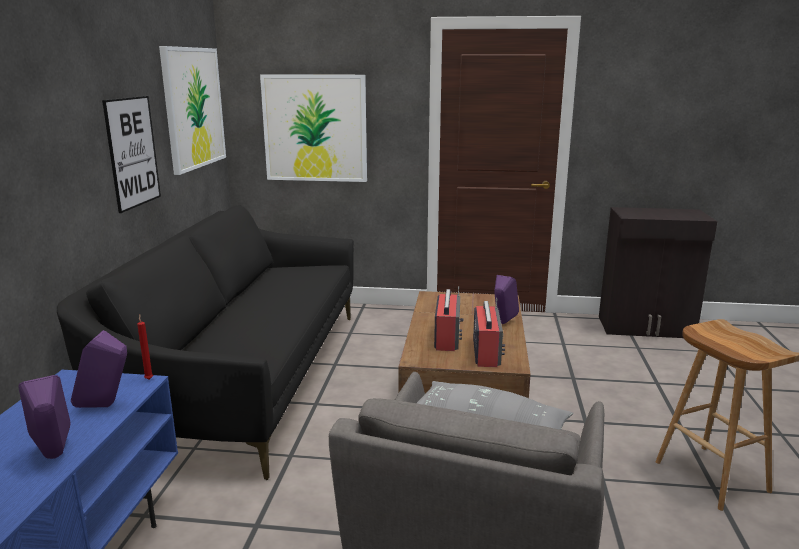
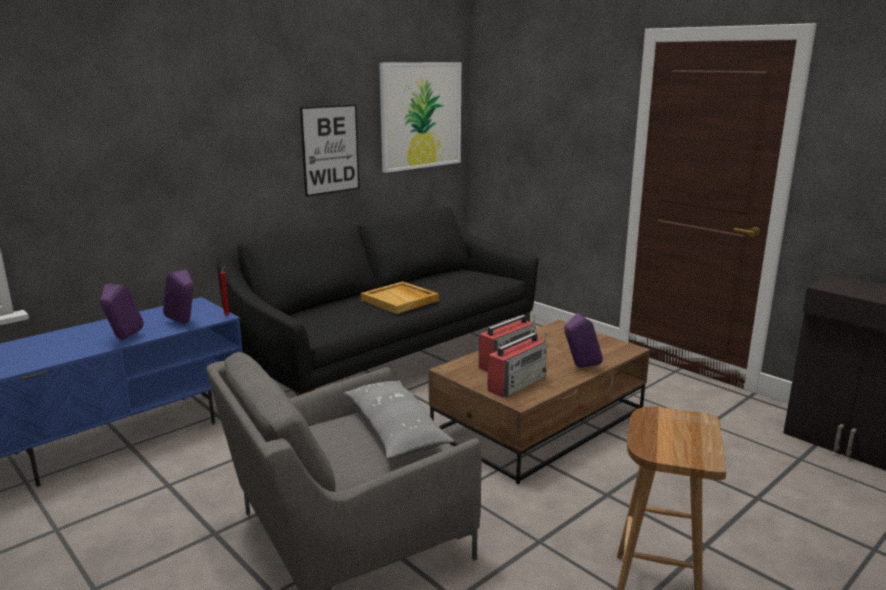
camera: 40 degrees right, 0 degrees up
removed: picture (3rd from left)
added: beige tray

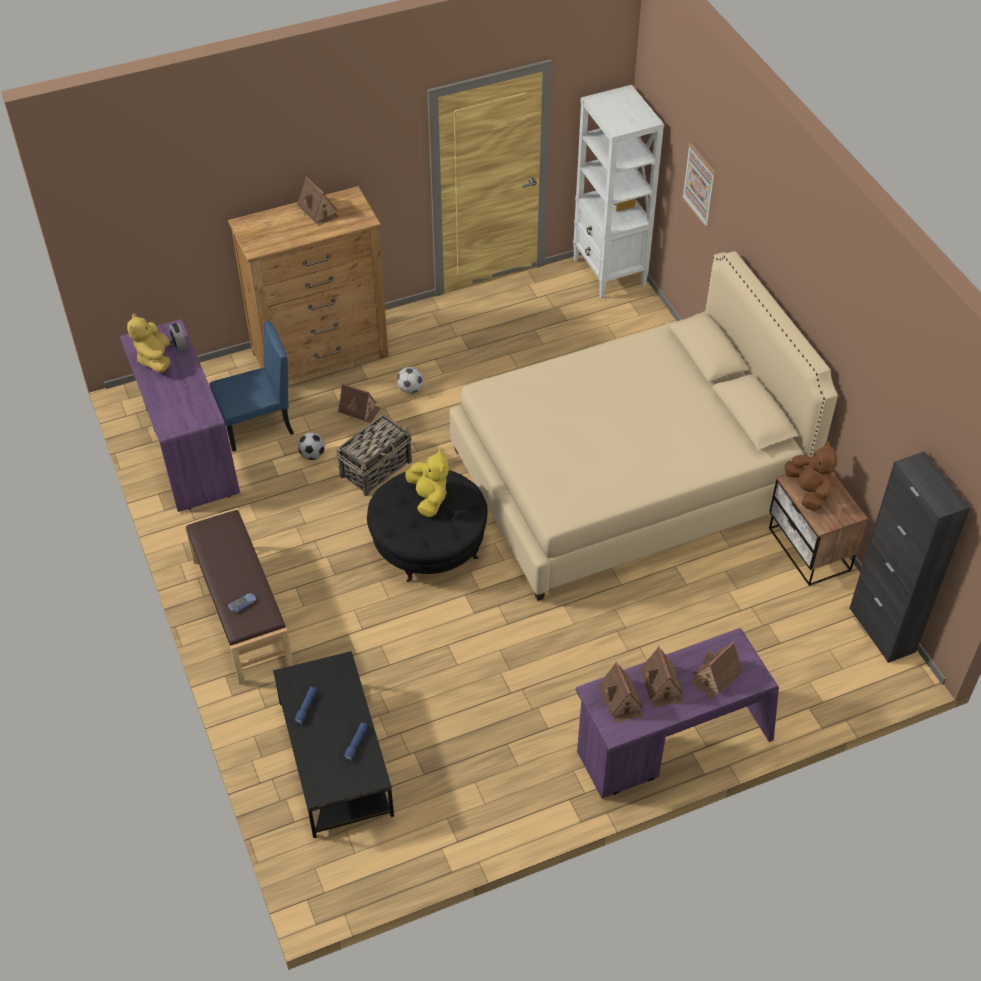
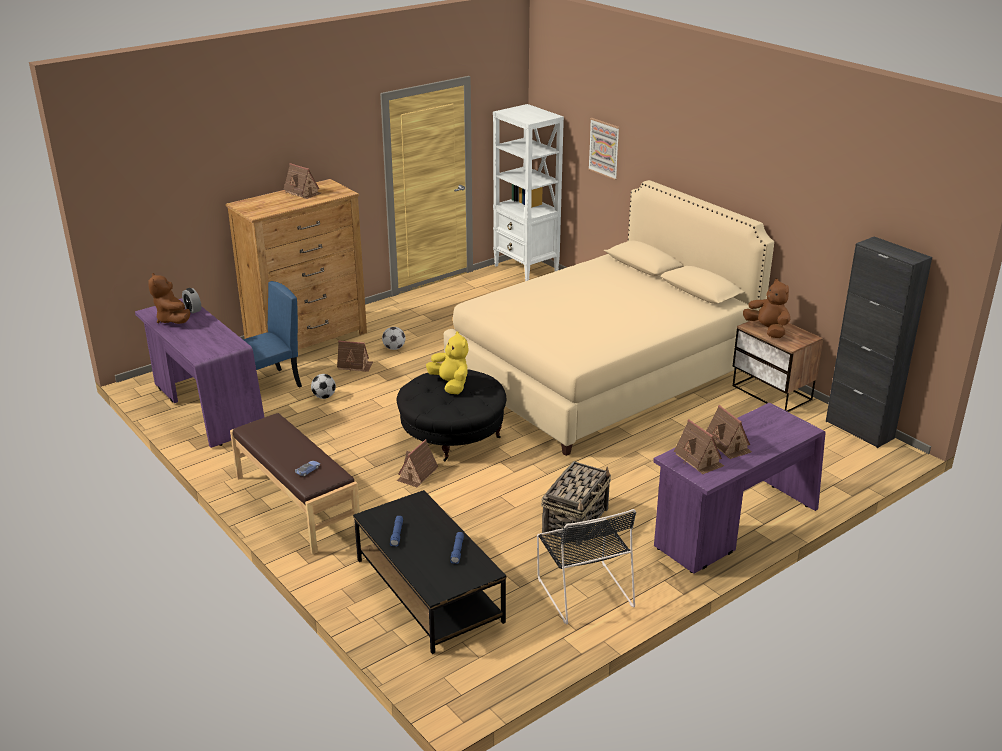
camera: 15 degrees left, 20 degrees down
added: black chair
moved: toy house (5th from left in the first image) to toy house (3rd from left); basket
recoloured: yellow plush toy (1st from left) to brown plush toy (1st from left)

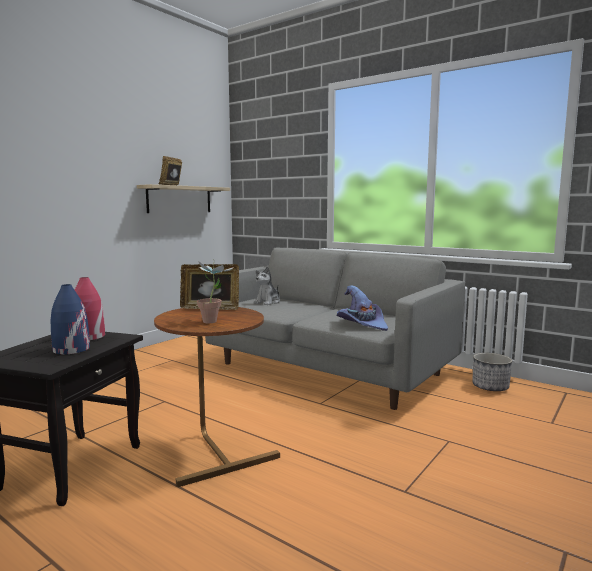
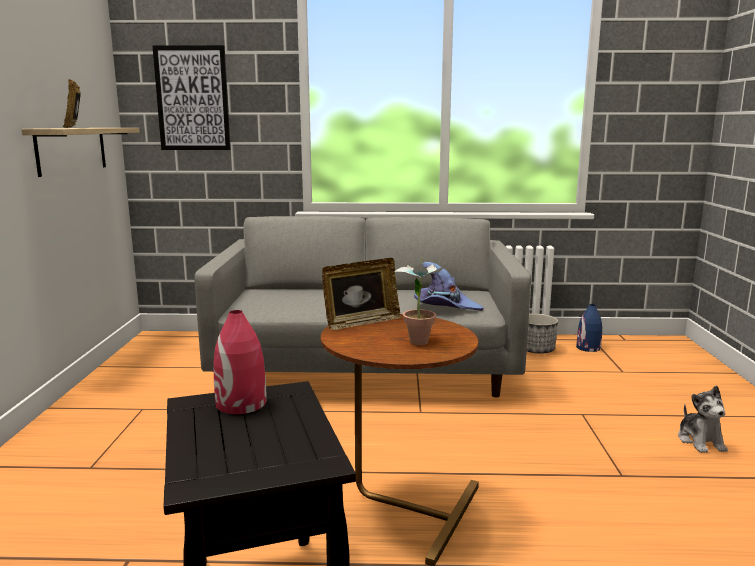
camera: 35 degrees left, 5 degrees up
added: picture
moved: blue vase; plush toy

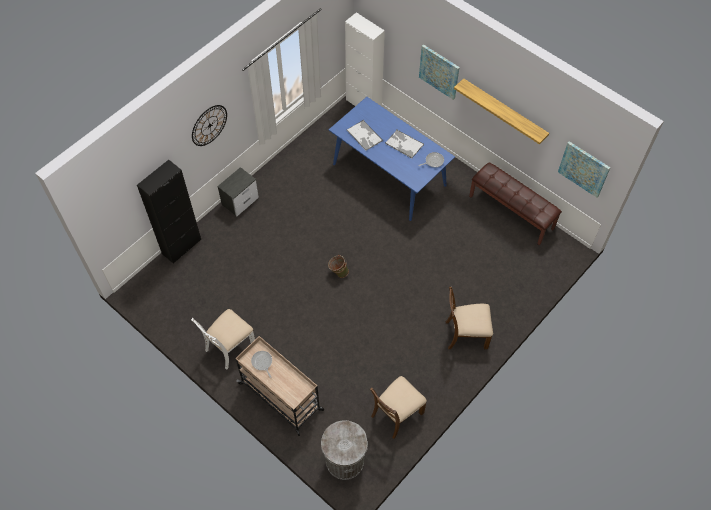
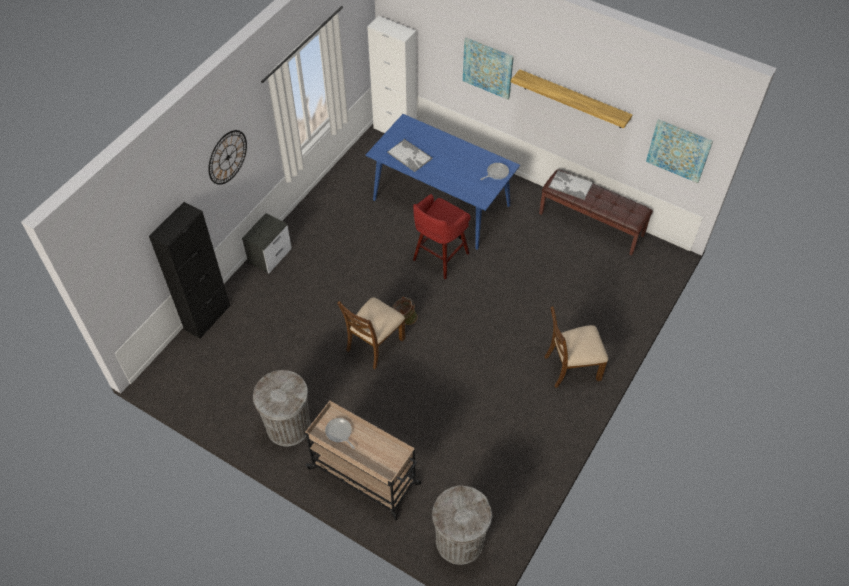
camera: 10 degrees left, 5 degrees down
added: red stool
moved: brown chair (1st from left); tray (2nd from left)
replaced: white chair to grey trash can (1st from left)

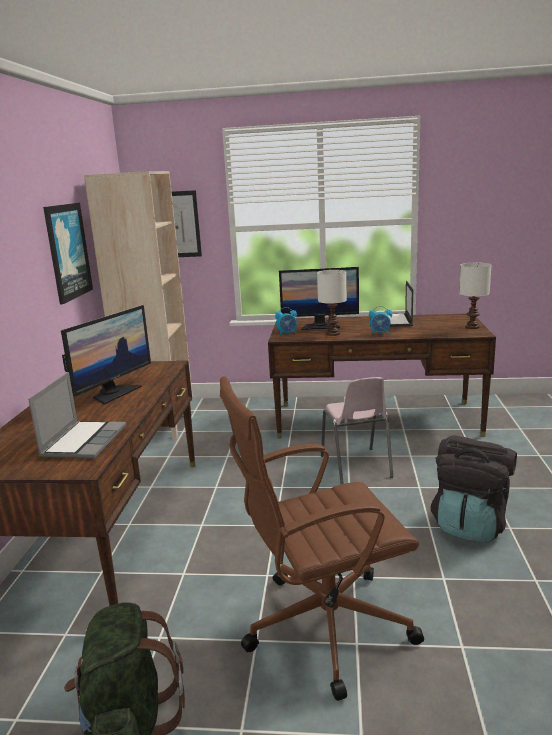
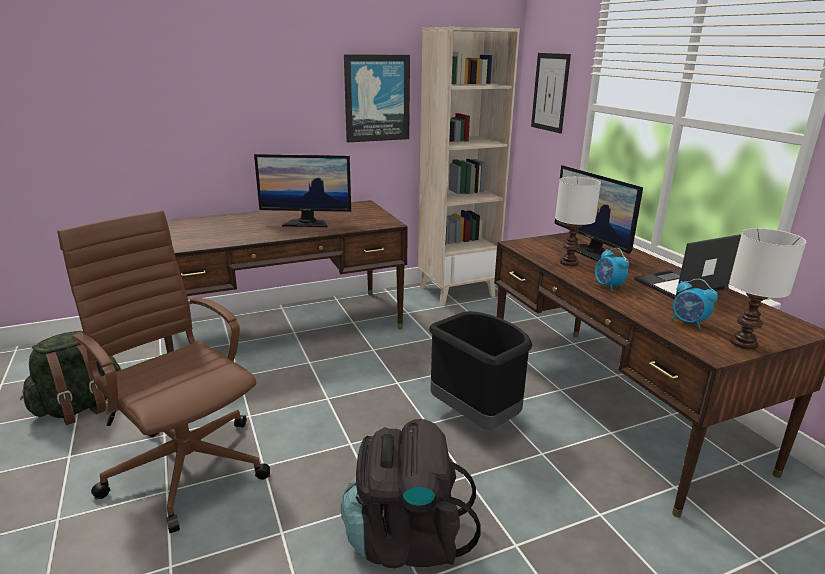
camera: 60 degrees right, 5 degrees up
removed: laptop (1st from left)
moved: alarm clock (1st from left in the first image) to alarm clock (2nd from left)
replaced: pink chair to black trash can

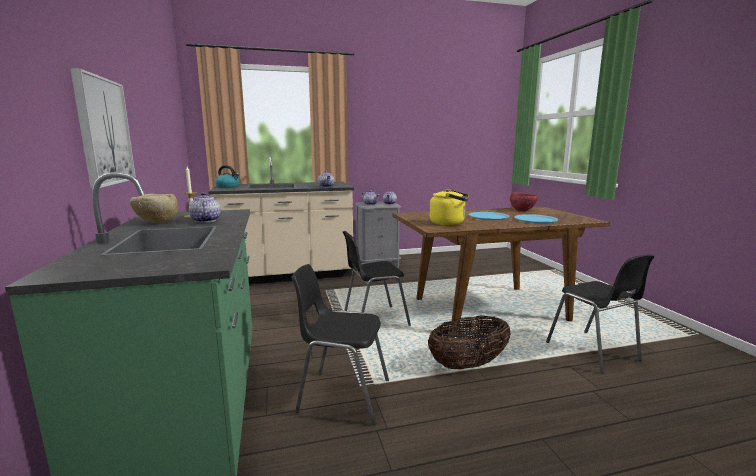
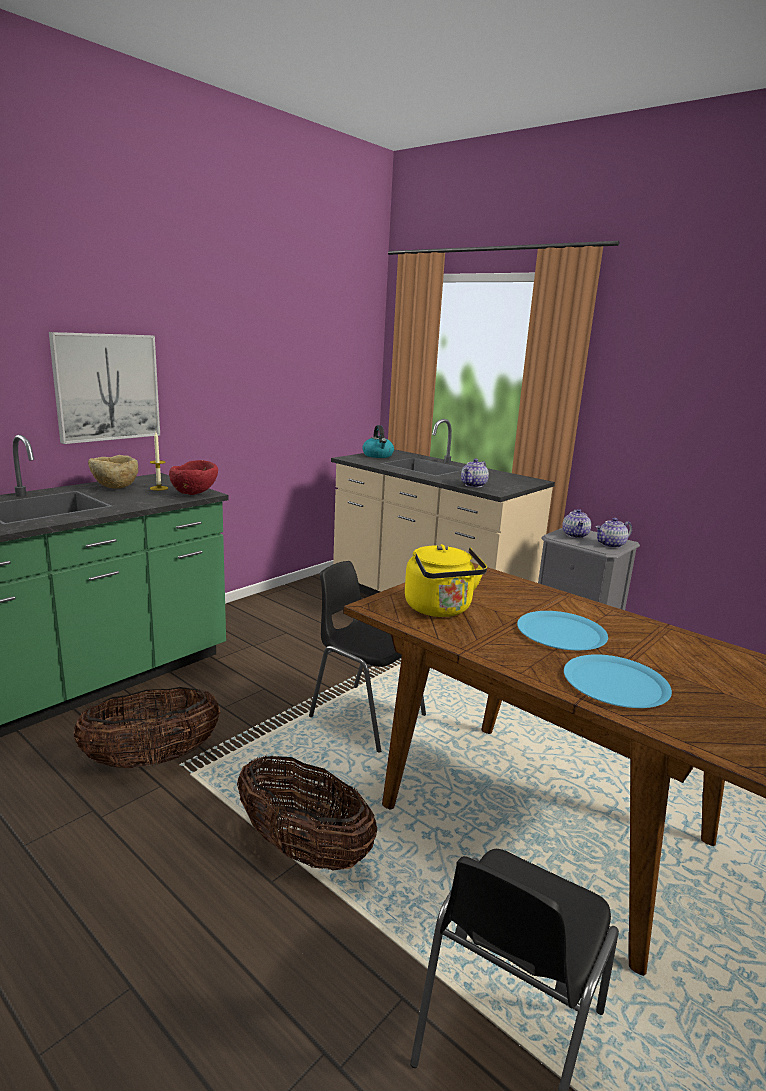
camera: 55 degrees right, 5 degrees up
removed: teapot (1st from left)
moved: red bowl
replaced: black chair (1st from left) to basket (1st from left)

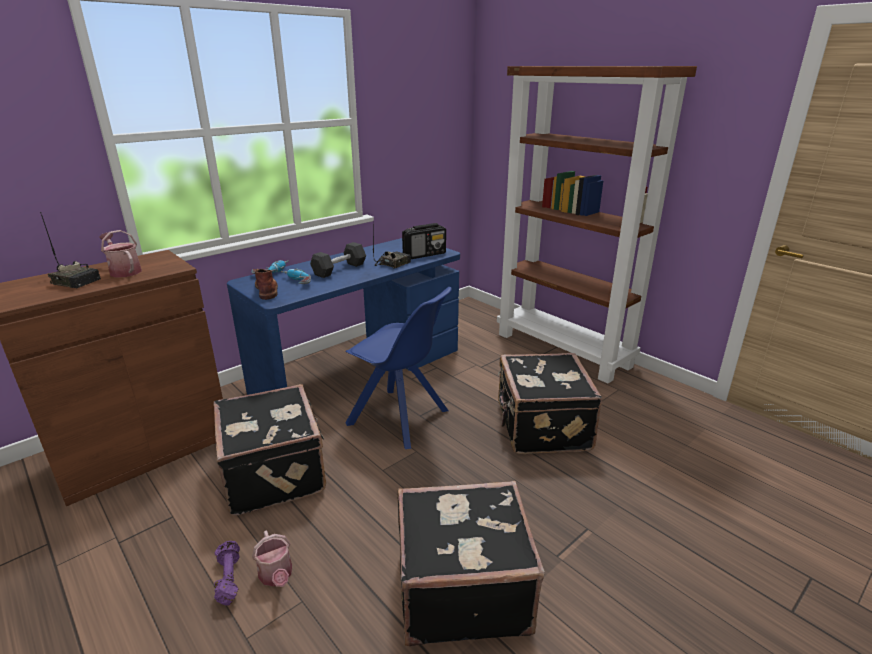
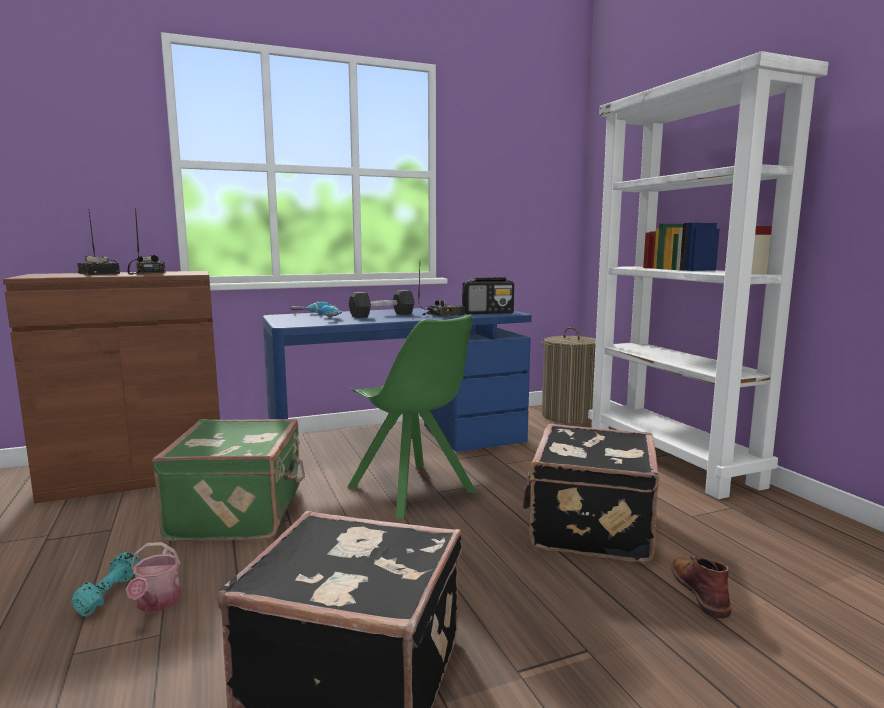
camera: 20 degrees right, 15 degrees down
added: laundry basket
moved: brown boot
replaced: watering can (1st from left) to radio (2nd from left)
recoloured: purple dumbbell to turquoise dumbbell; black suitcase (1st from left) to green suitcase; blue chair to green chair; brown bookcase to white bookcase

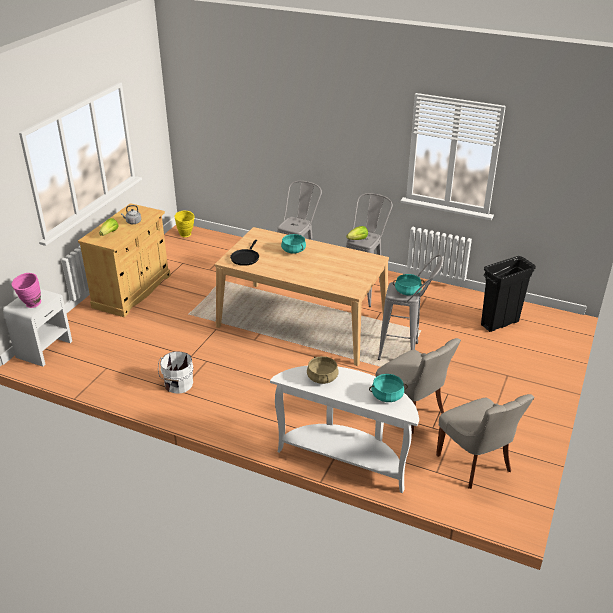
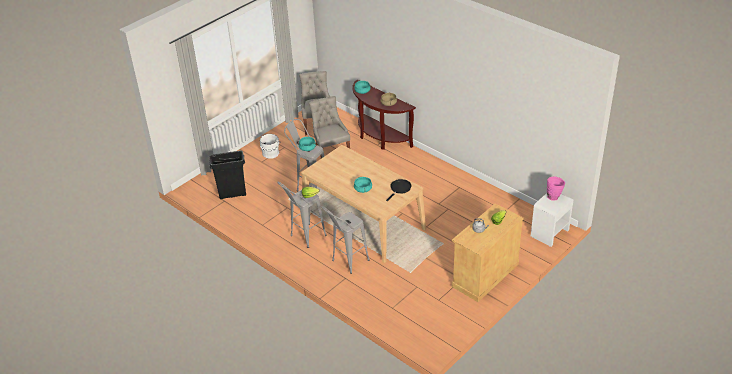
camera: 160 degrees left, 5 degrees up
removed: yellow vase
moved: white bucket
recoloured: white console table to brown console table

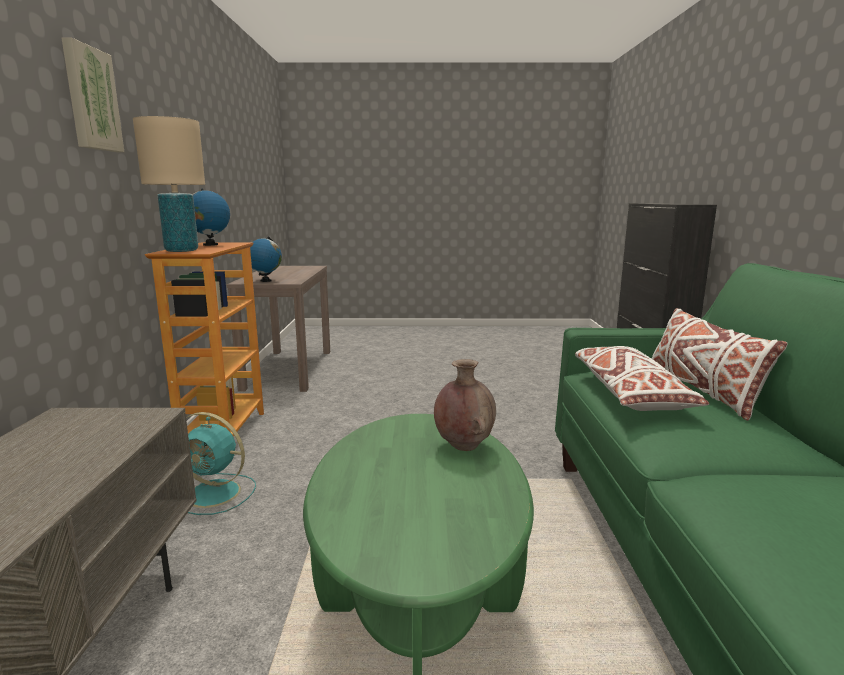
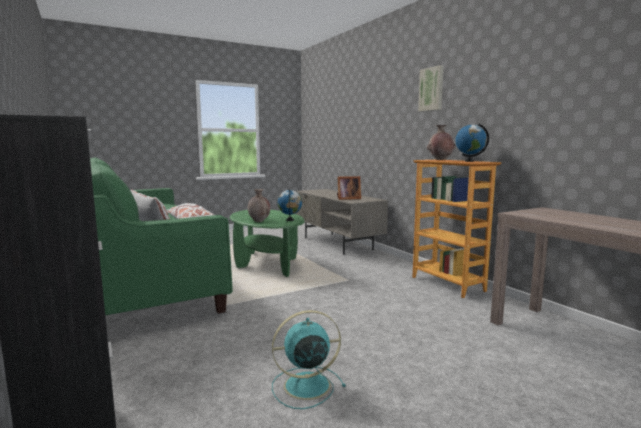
camera: 150 degrees right, 5 degrees down
added: picture frame
moved: turquoise fan; globe (2nd from left in the first image) to globe (1st from left)
replaced: beige table lamp to brown vase (2nd from left)

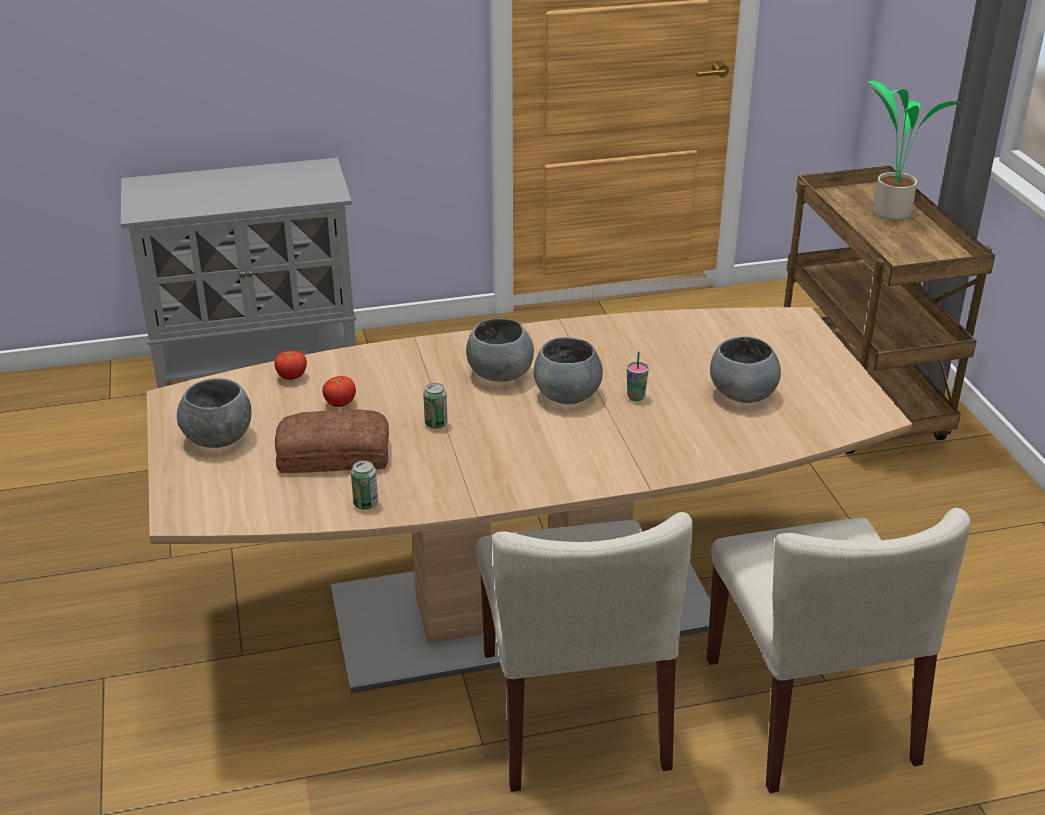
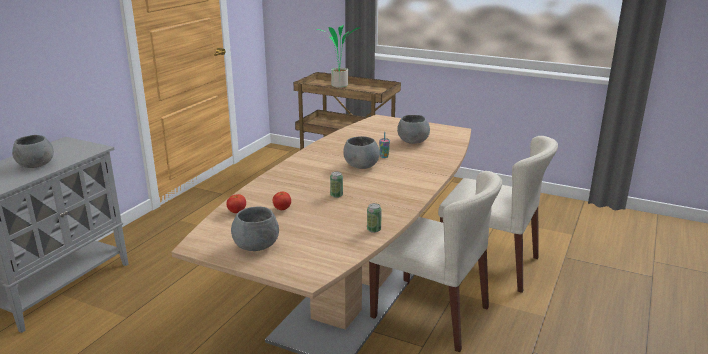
camera: 50 degrees left, 10 degrees down
removed: bread
moved: grey bowl (2nd from left in the first image) to grey bowl (1st from left)

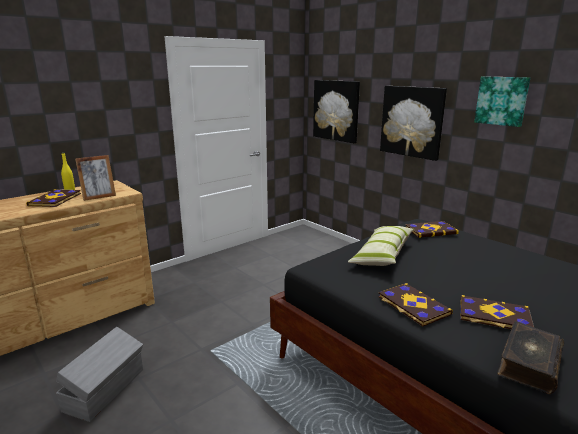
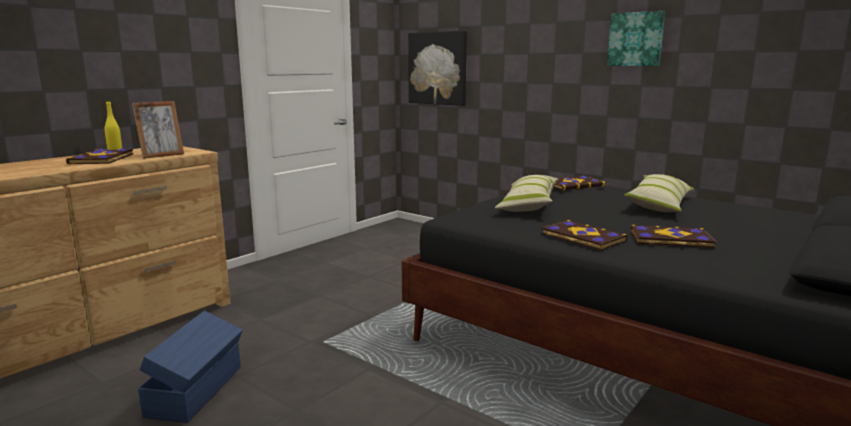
camera: 10 degrees left, 5 degrees down
removed: picture (2nd from left); book (5th from left)
added: pillow (2nd from left)
recoloured: grey storage box to blue storage box

